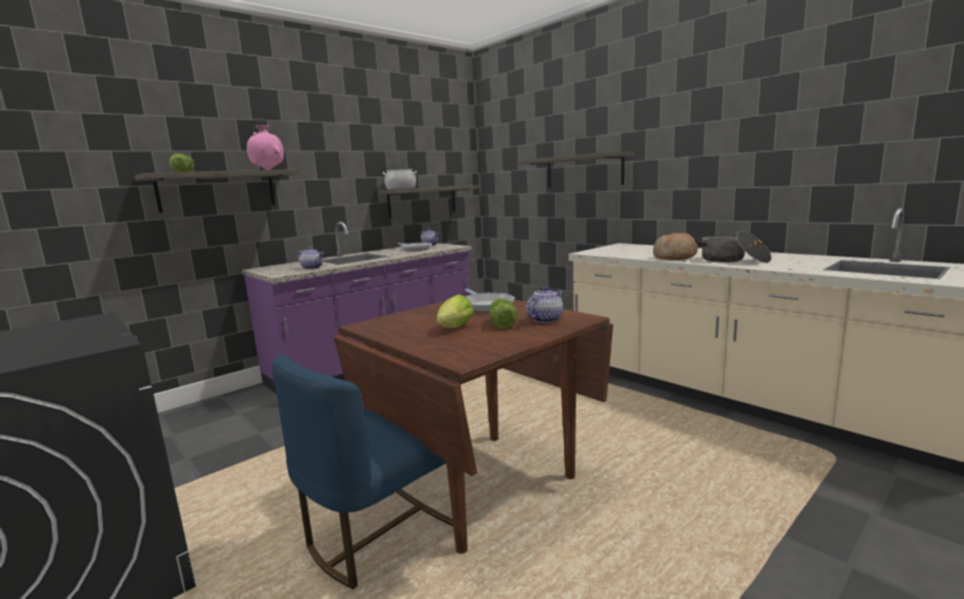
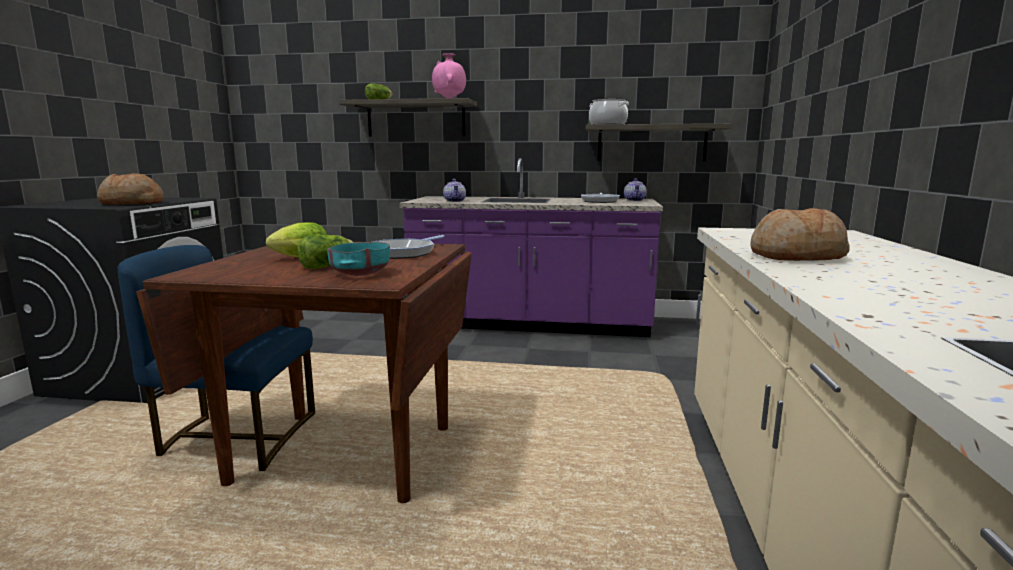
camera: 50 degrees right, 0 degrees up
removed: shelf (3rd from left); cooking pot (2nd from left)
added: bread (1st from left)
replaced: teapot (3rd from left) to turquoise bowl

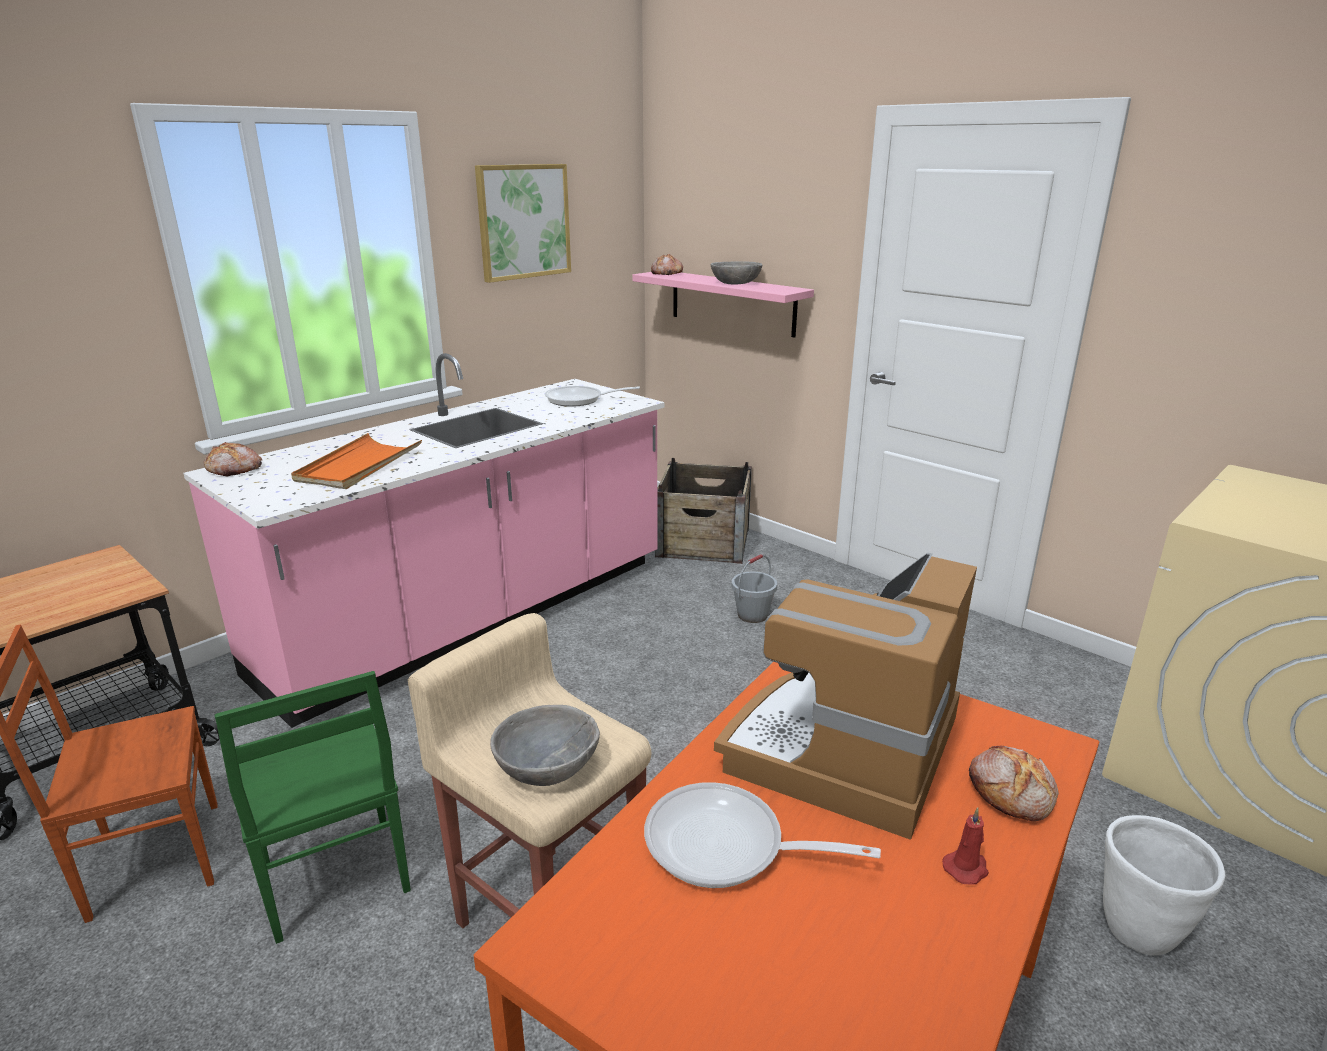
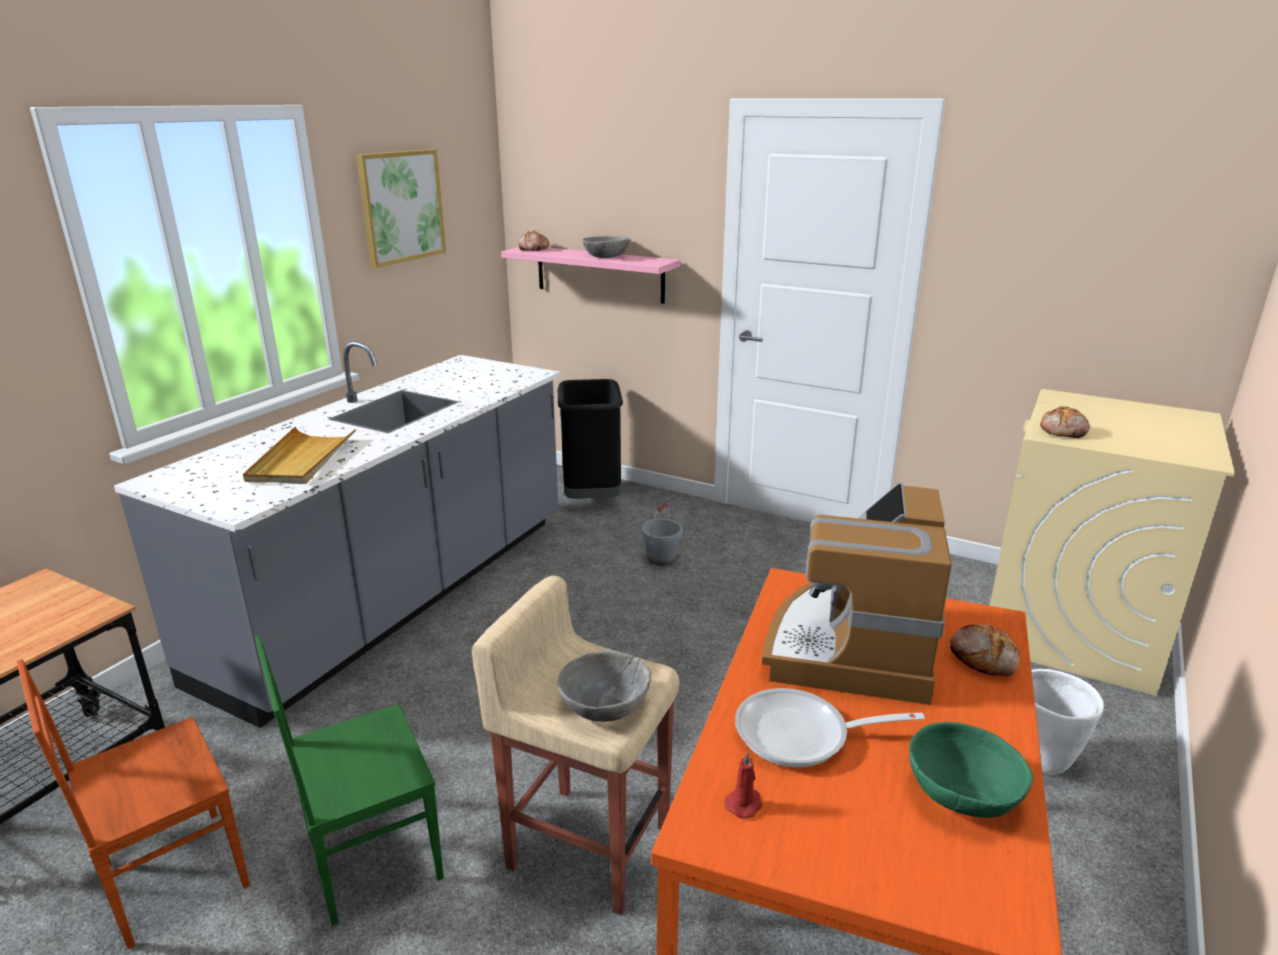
camera: 15 degrees left, 0 degrees up
removed: frying pan (1st from left)
added: green bowl
moved: red candle; bread (1st from left in the first image) to bread (3rd from left)
replaced: crate to black trash can
recoloured: pink counter to grey counter; orange tray to beige tray
turned: green chair 105 degrees clockwise

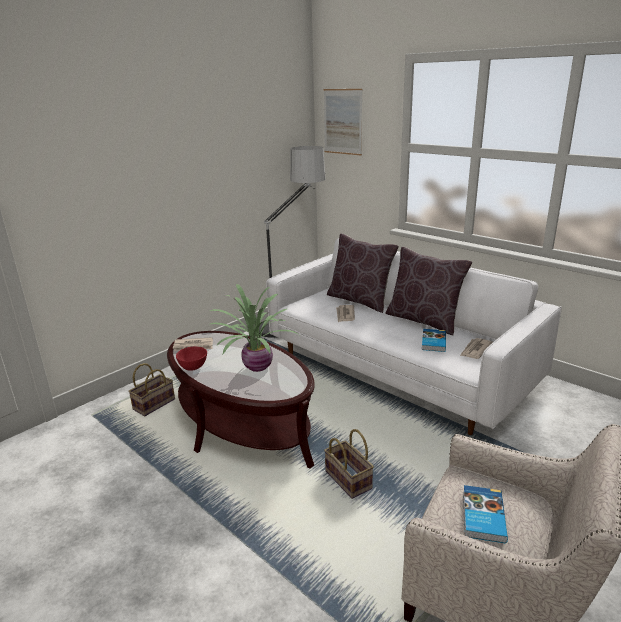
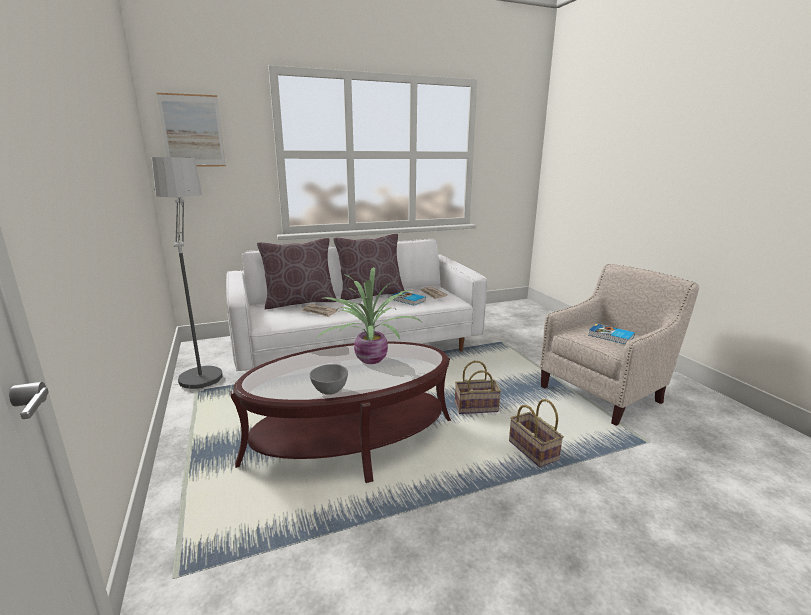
camera: 65 degrees left, 5 degrees down
removed: newspaper (1st from left)
moved: basket (1st from left in the first image) to basket (2nd from left)
recoloured: red bowl to grey bowl

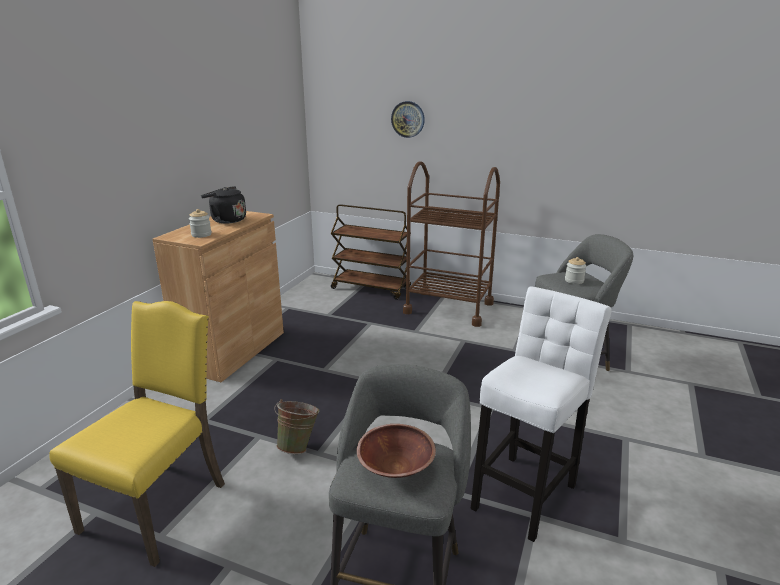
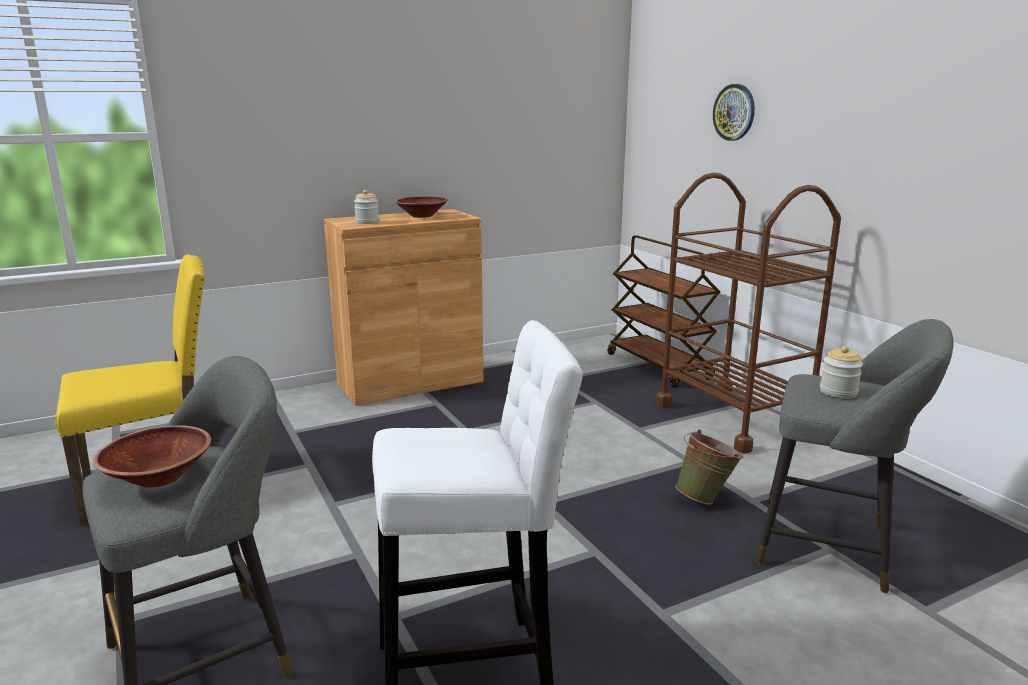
camera: 40 degrees right, 5 degrees down
moved: green bucket
replaced: black kettle to brown bowl (2nd from left)

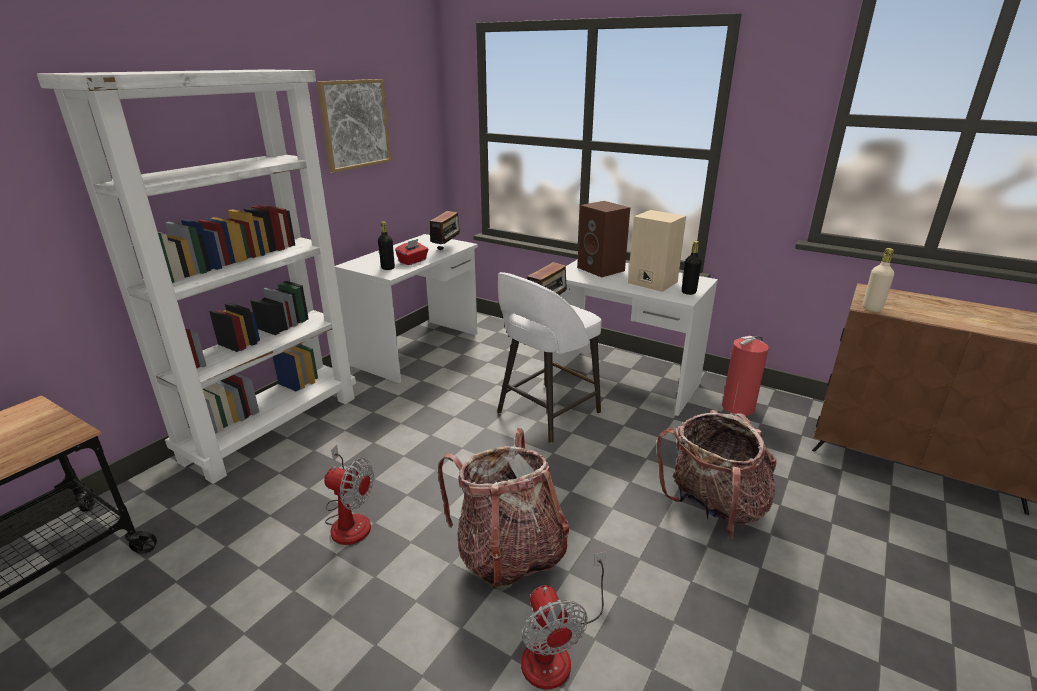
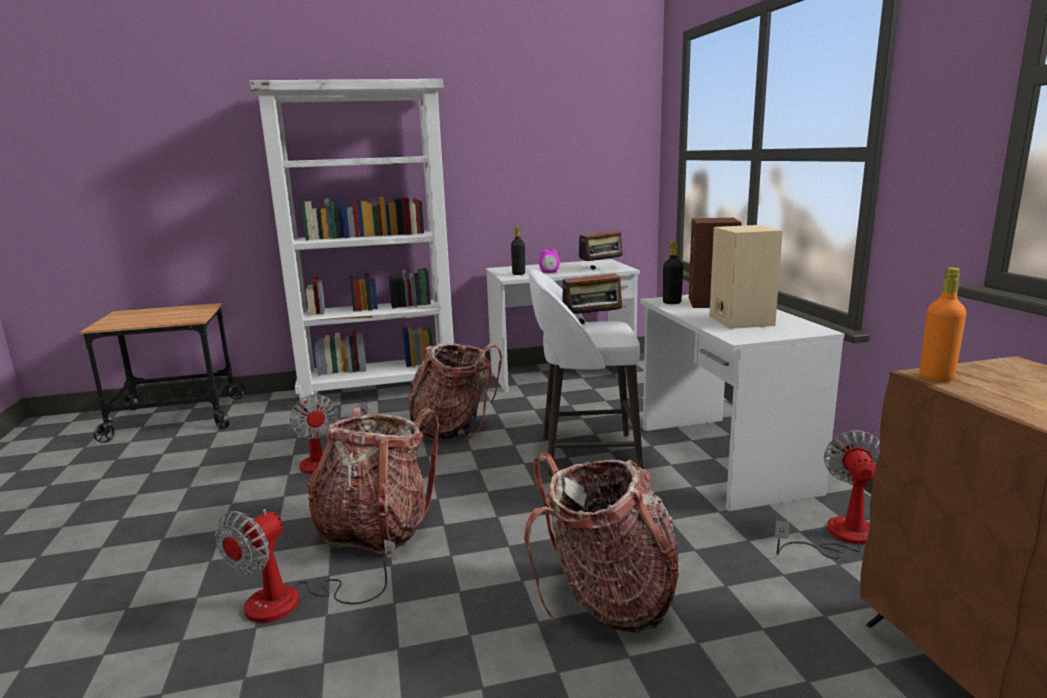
camera: 45 degrees right, 10 degrees down
removed: picture
added: backpack (2nd from left)
moved: black bottle (2nd from left)
replaced: red tissue box to alarm clock; fire extinguisher to fan (3rd from left)
recoloured: beige bottle to orange bottle

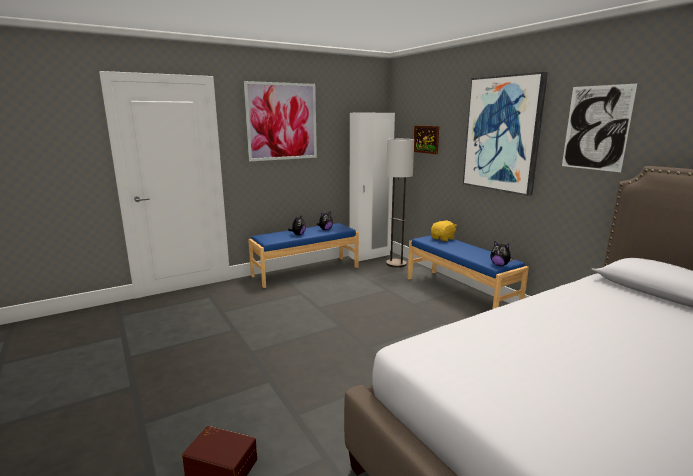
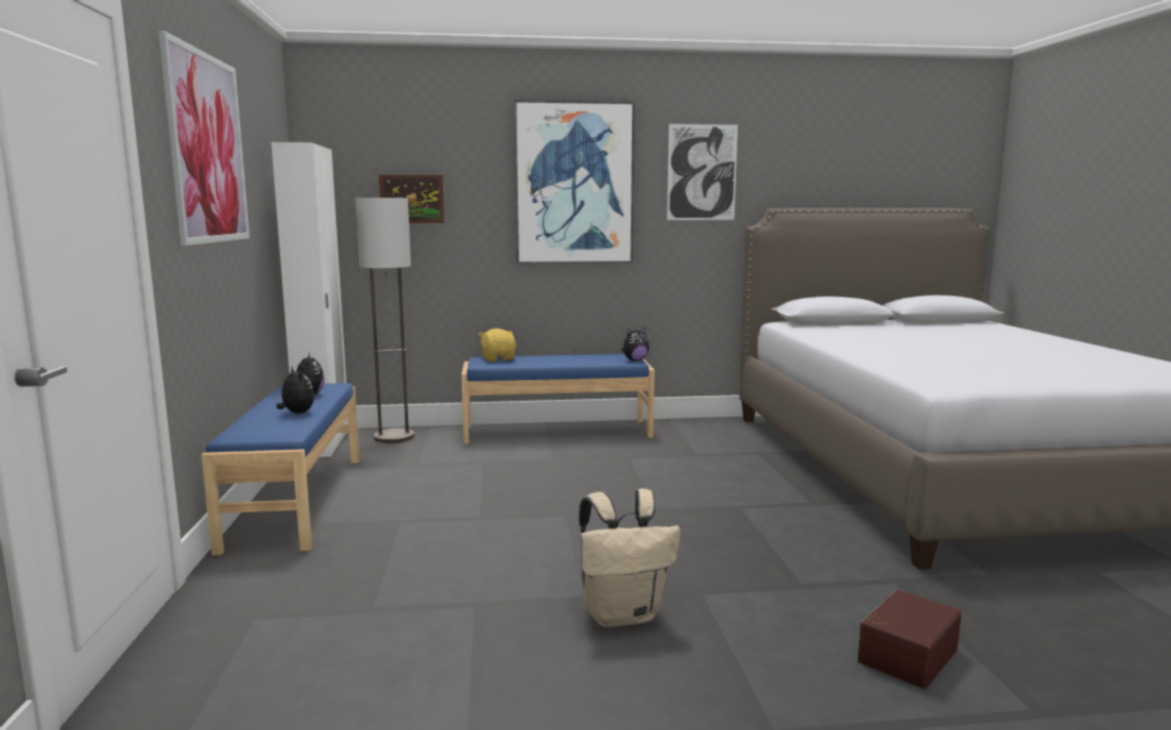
camera: 65 degrees left, 5 degrees down
added: beige backpack

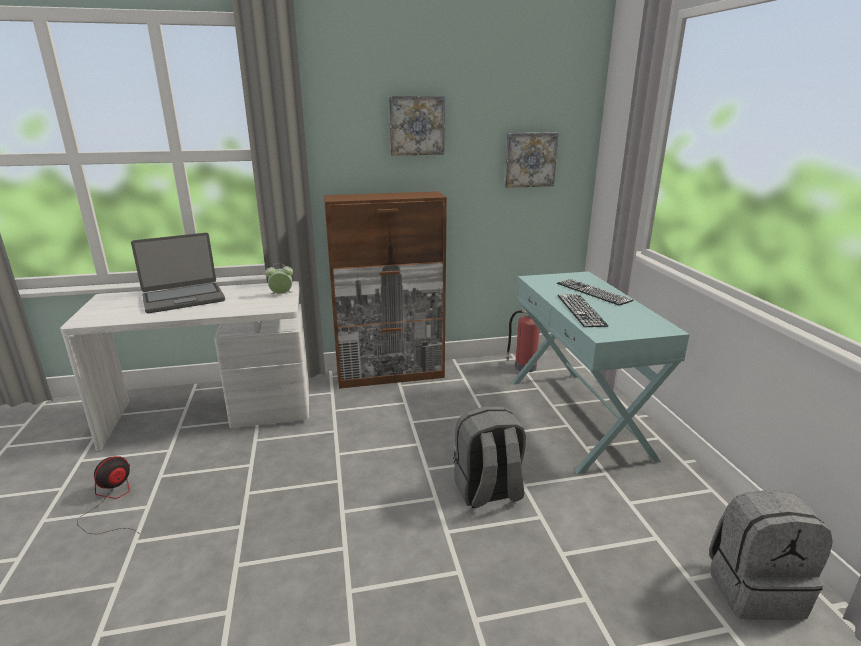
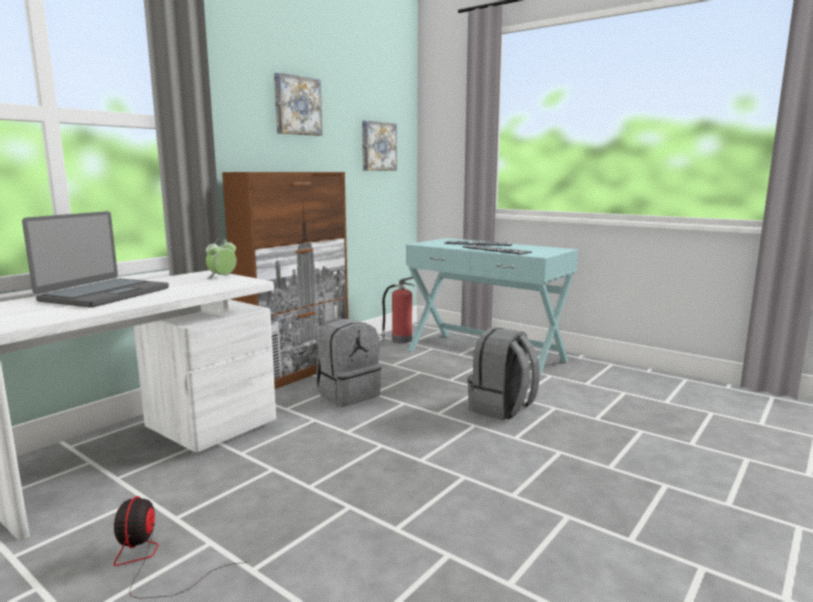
camera: 40 degrees left, 10 degrees down
moved: grey backpack (2nd from left in the first image) to grey backpack (1st from left)

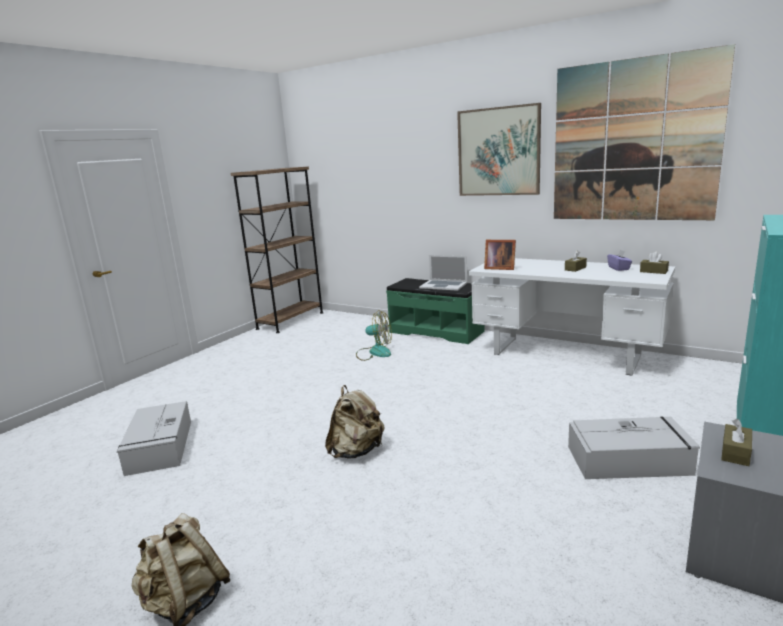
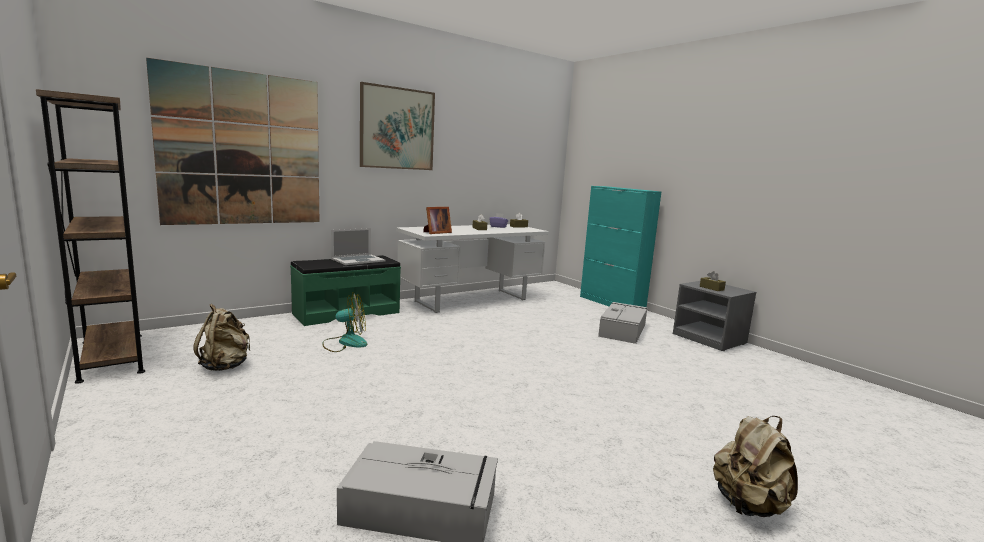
camera: 70 degrees left, 5 degrees down
moved: picture (2nd from left in the first image) to picture (1st from left); beige backpack (2nd from left in the first image) to beige backpack (1st from left)
turned: fan 45 degrees clockwise

